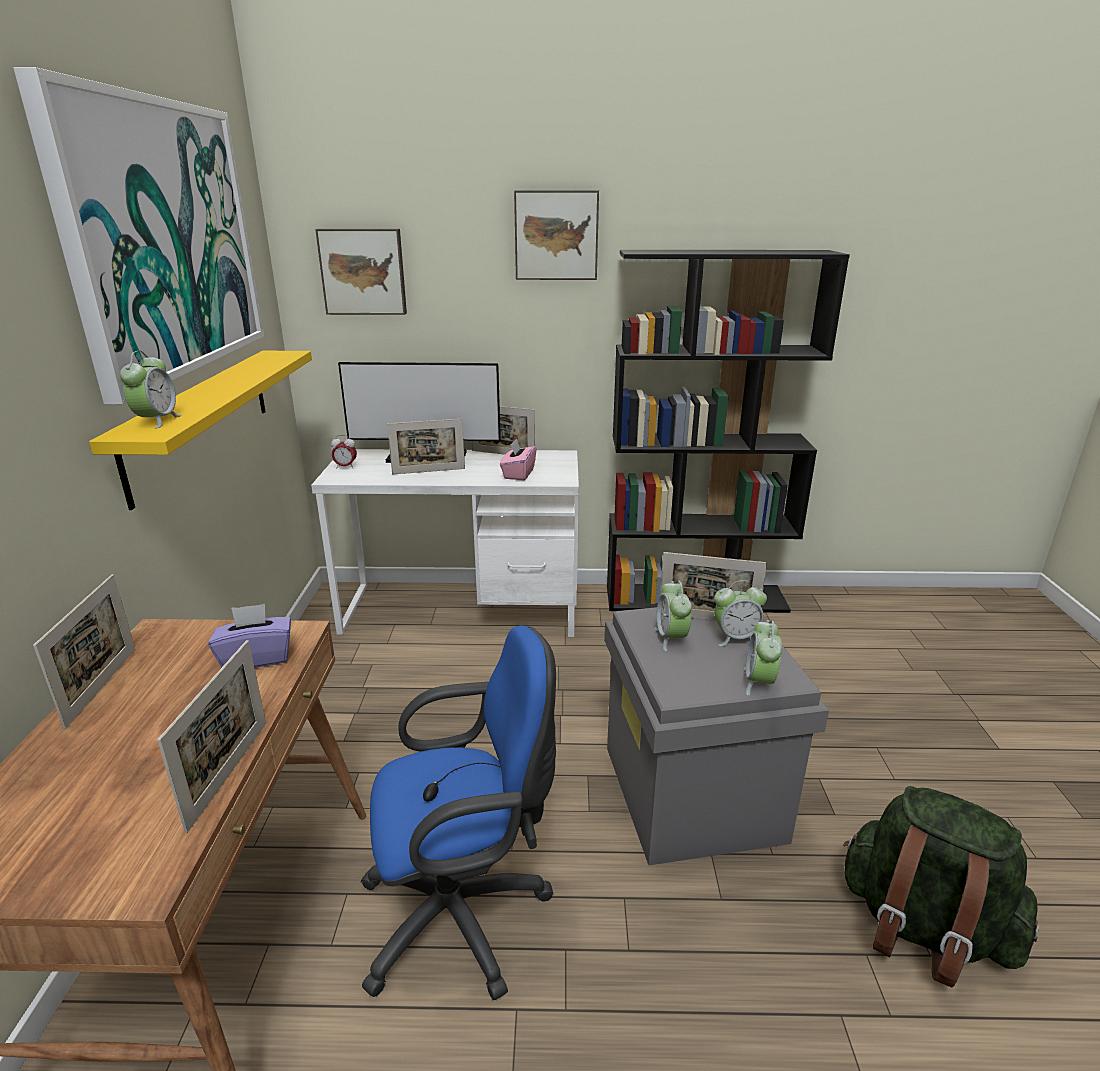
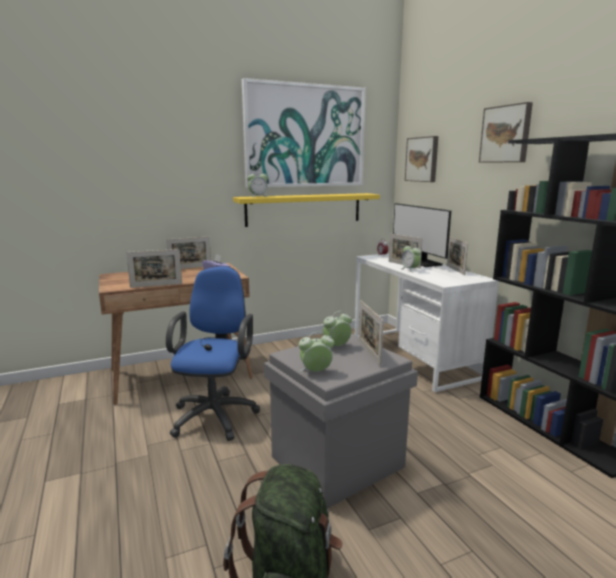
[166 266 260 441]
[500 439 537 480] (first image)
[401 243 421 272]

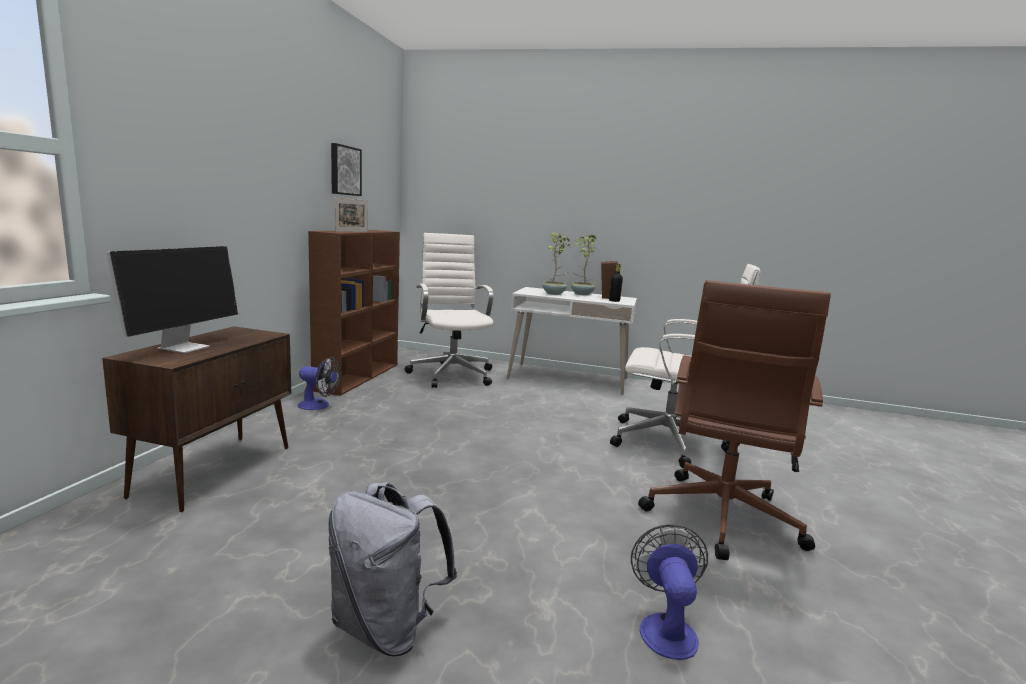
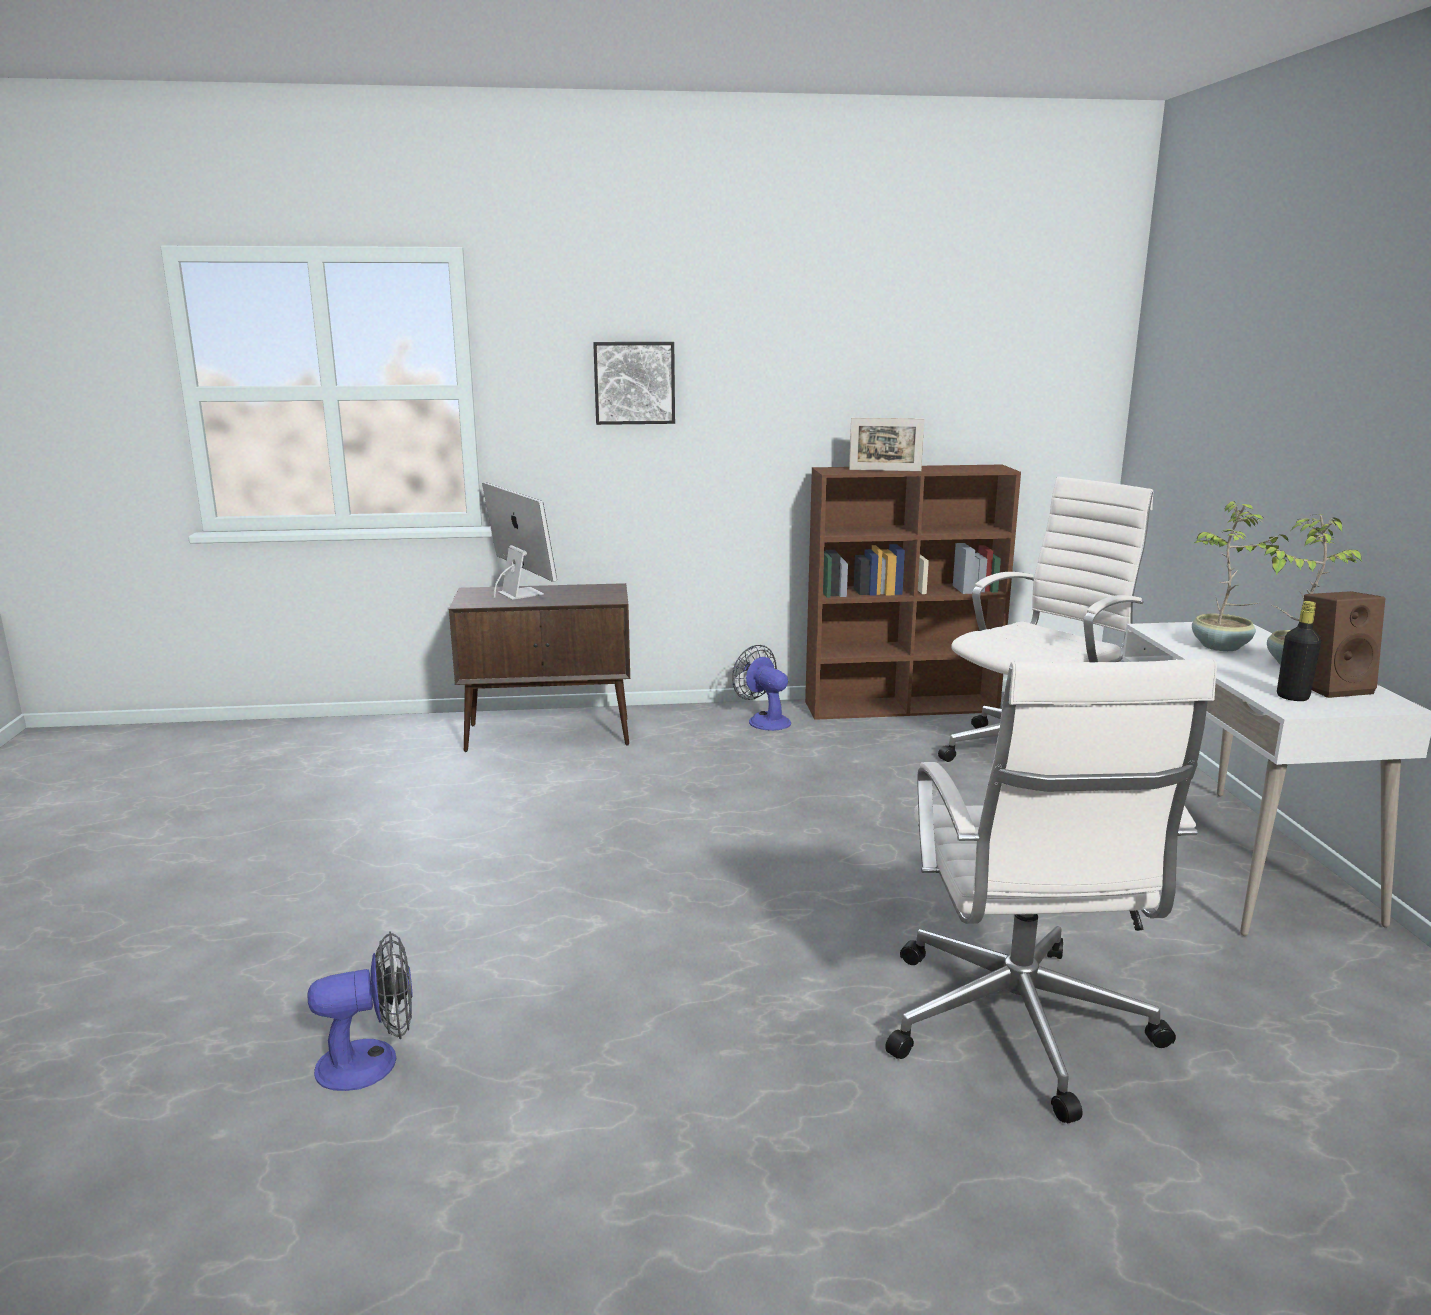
[482 482 557 600]
[732 645 791 731]
[328 482 457 656] (first image)
[593 342 675 425]
[638 280 831 560] (first image)

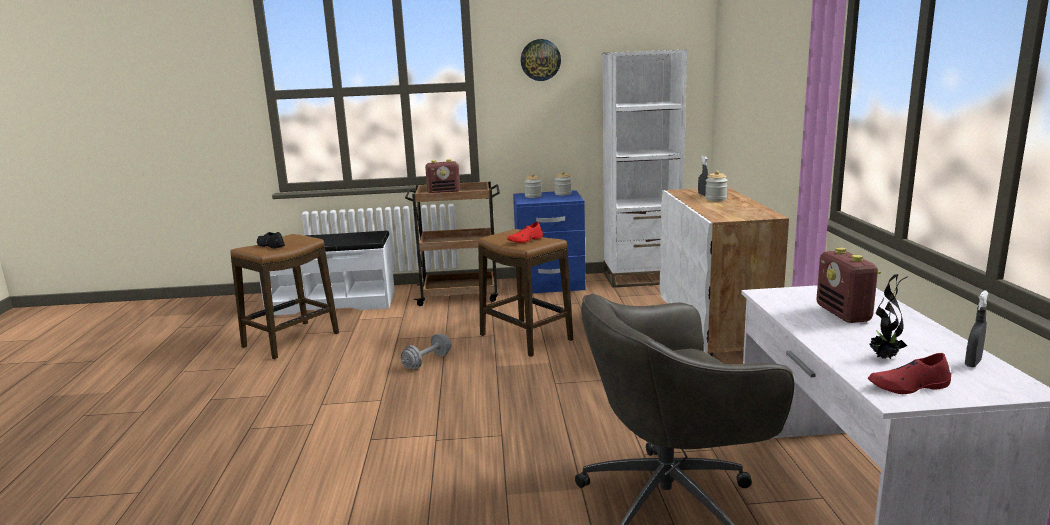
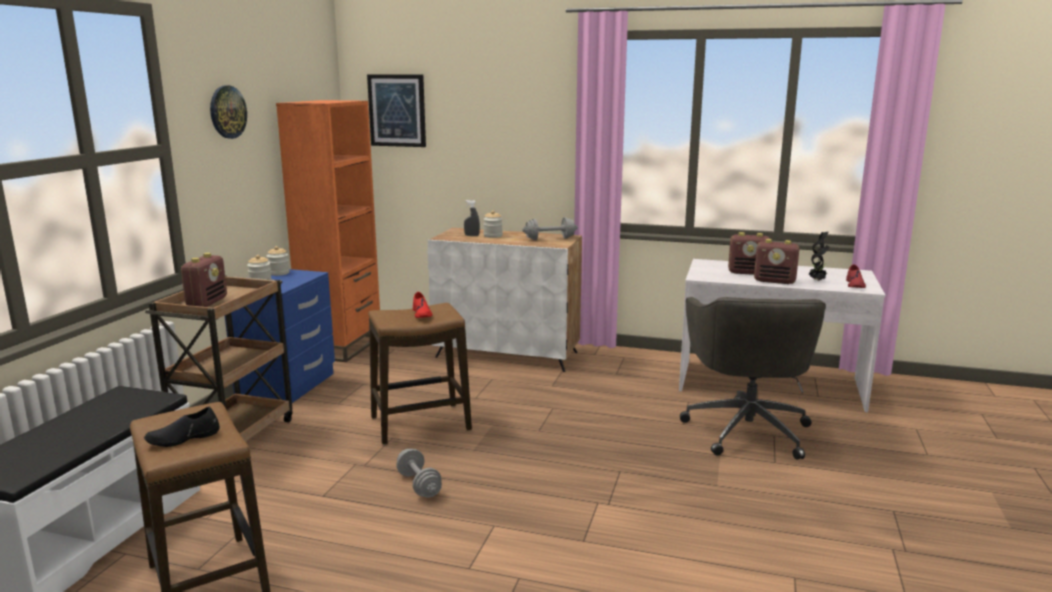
[276 100 380 362]
[965 291 988 367] (first image)
[367 74 426 147]
[522 217 577 240]
[754 239 799 284]

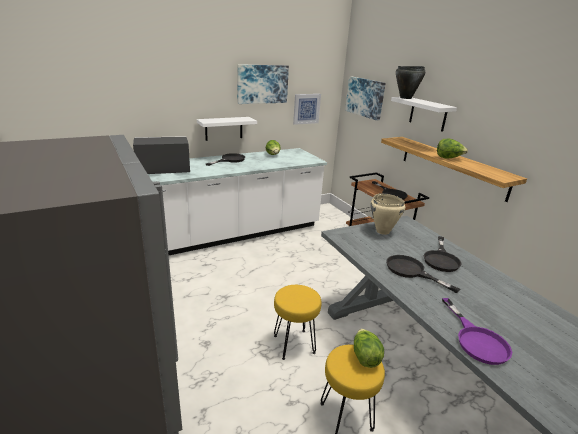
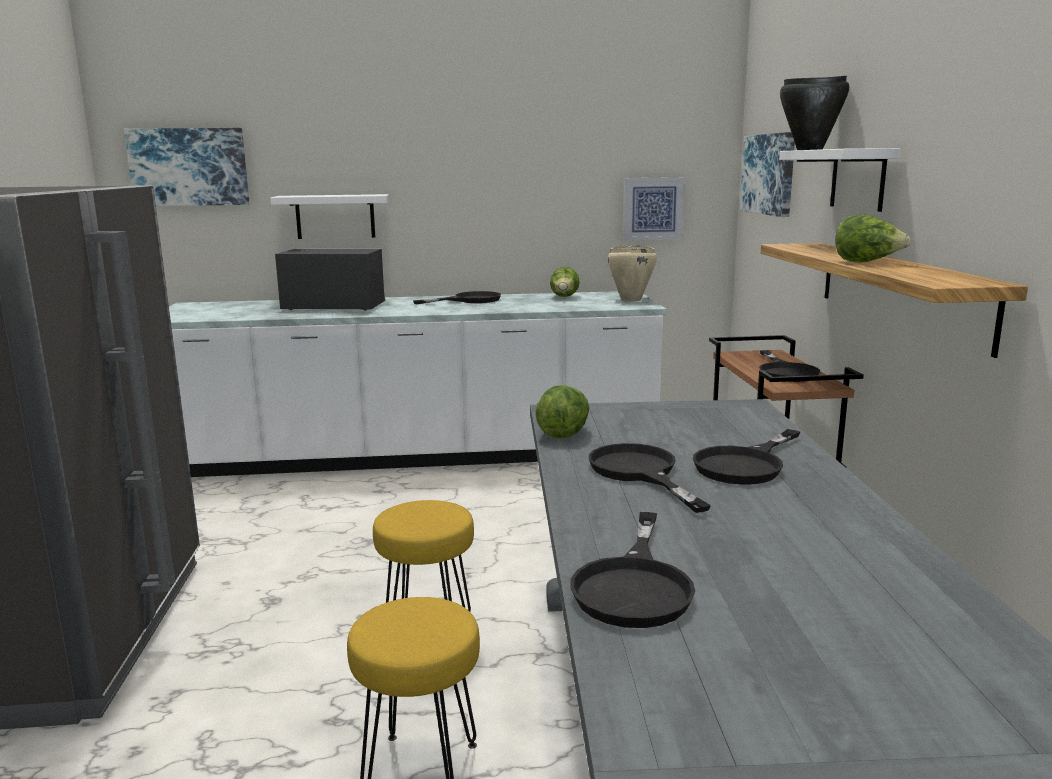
[270 194 389 239]
[124 128 249 206]
[535 385 589 438]
[608 245 657 302]
[570 512 695 628]

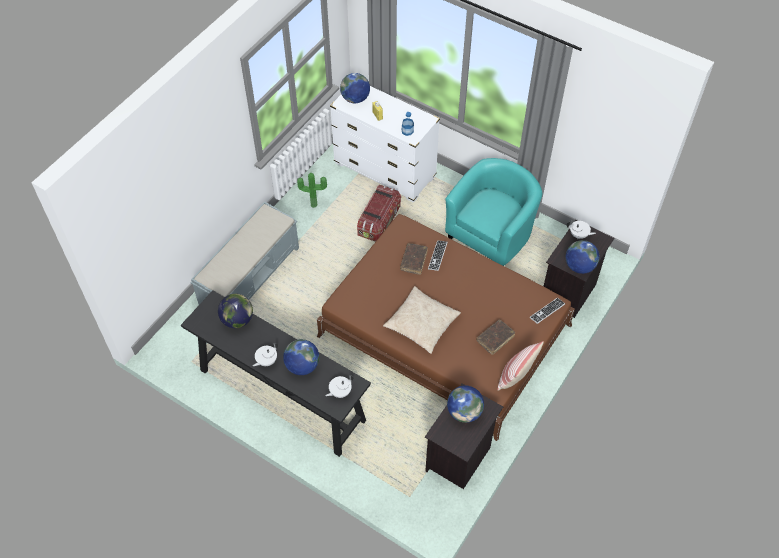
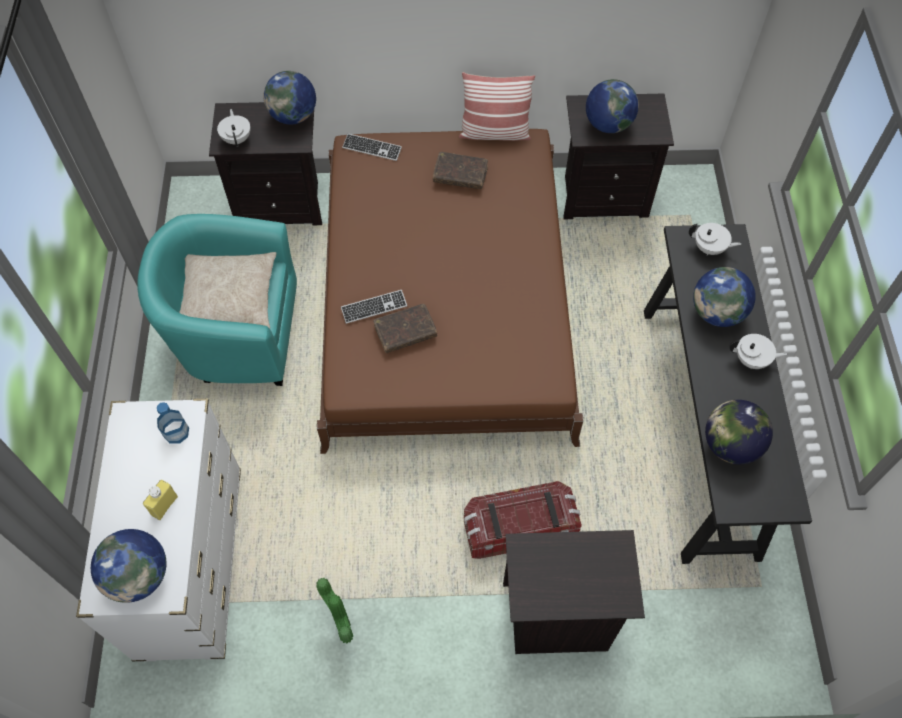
[503 530 645 654]
[464 481 582 559]
[179 252 277 329]

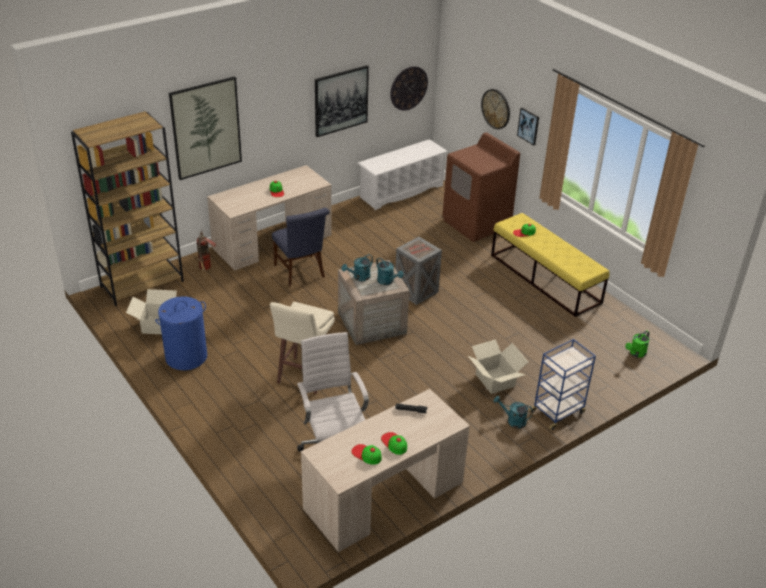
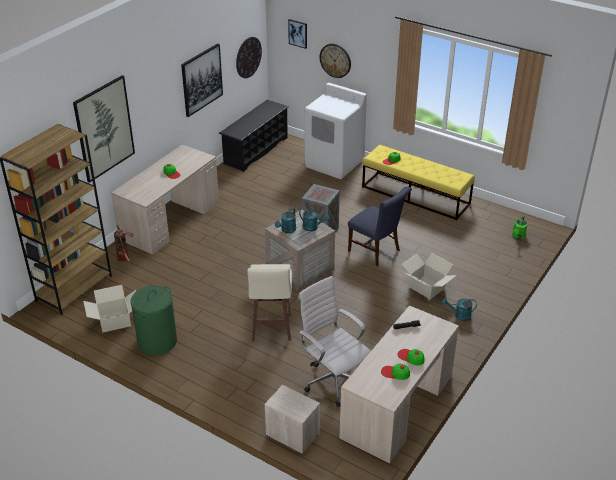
[131 285 177 355]
[348 186 412 266]
[219 100 289 172]
[304 83 367 179]
[288 19 307 49]
[529 339 596 430] (first image)
[264 385 320 454]

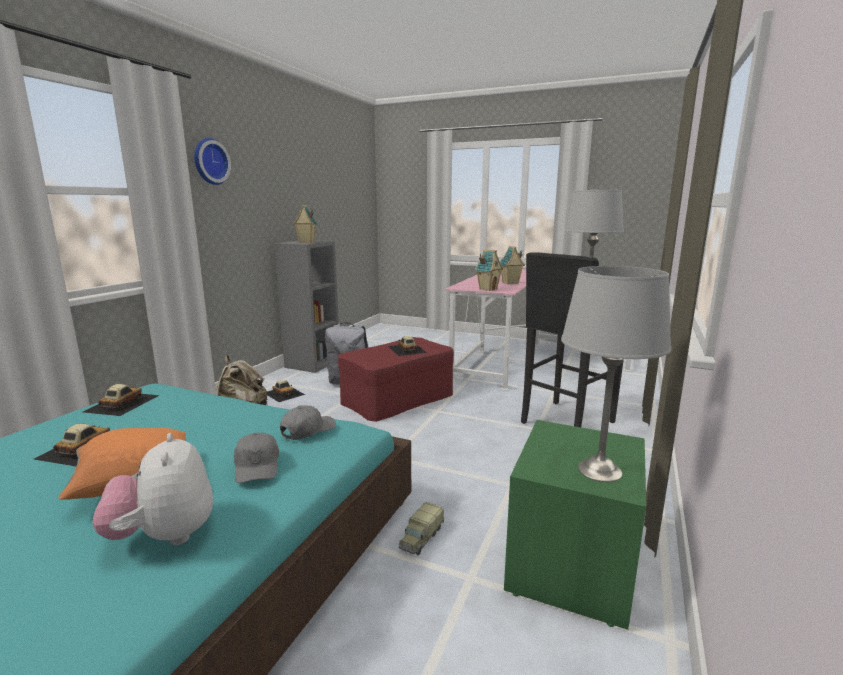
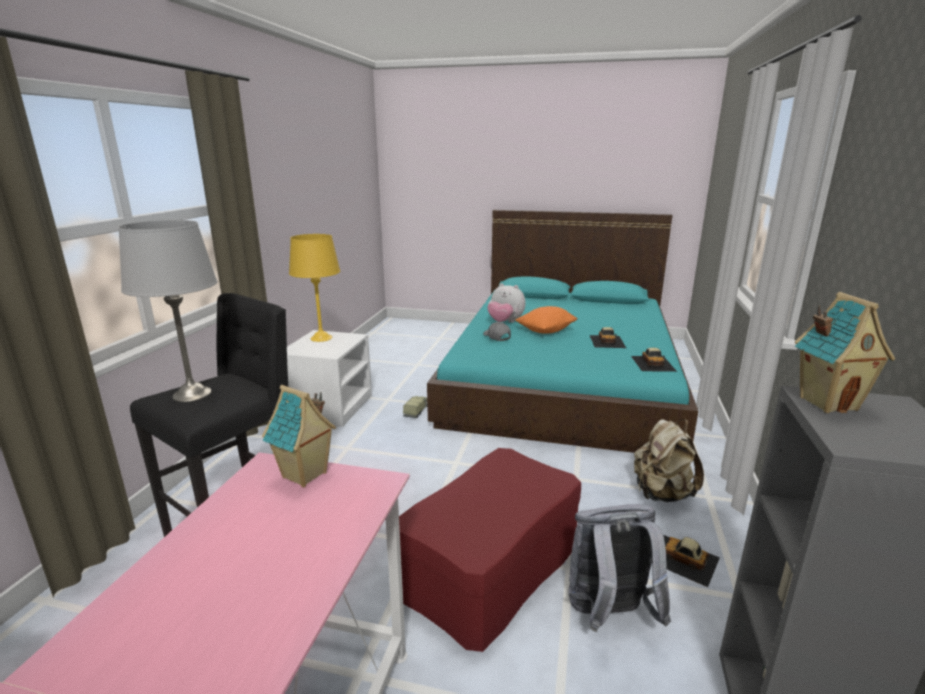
[487 283 526 322]
[194 138 231 185] (first image)
[280 406 336 440] (first image)
[388 336 427 356] (first image)
[500 246 525 285] (first image)
[287 330 372 427]
[289 234 340 342]

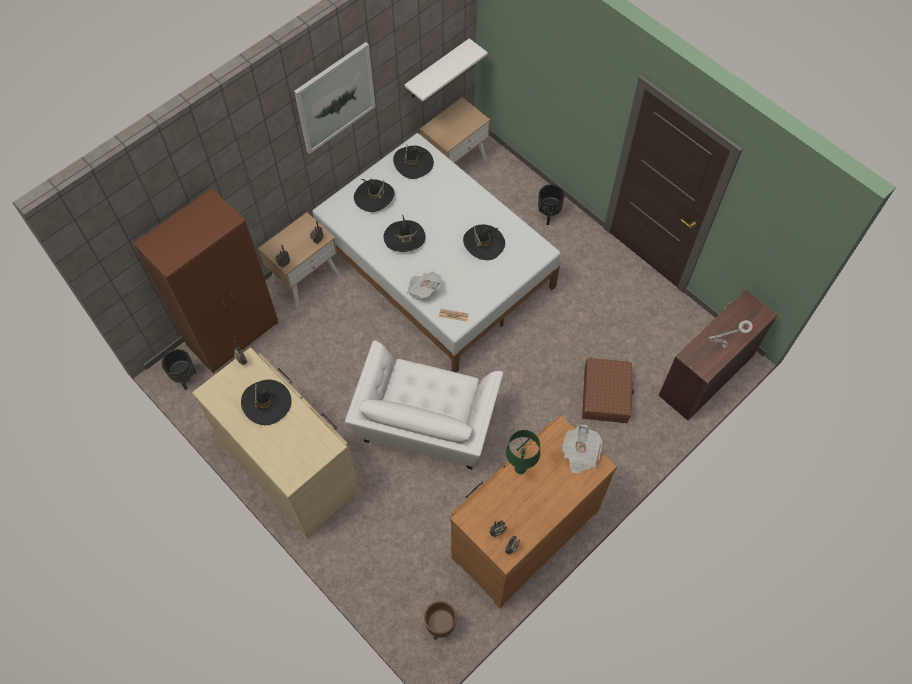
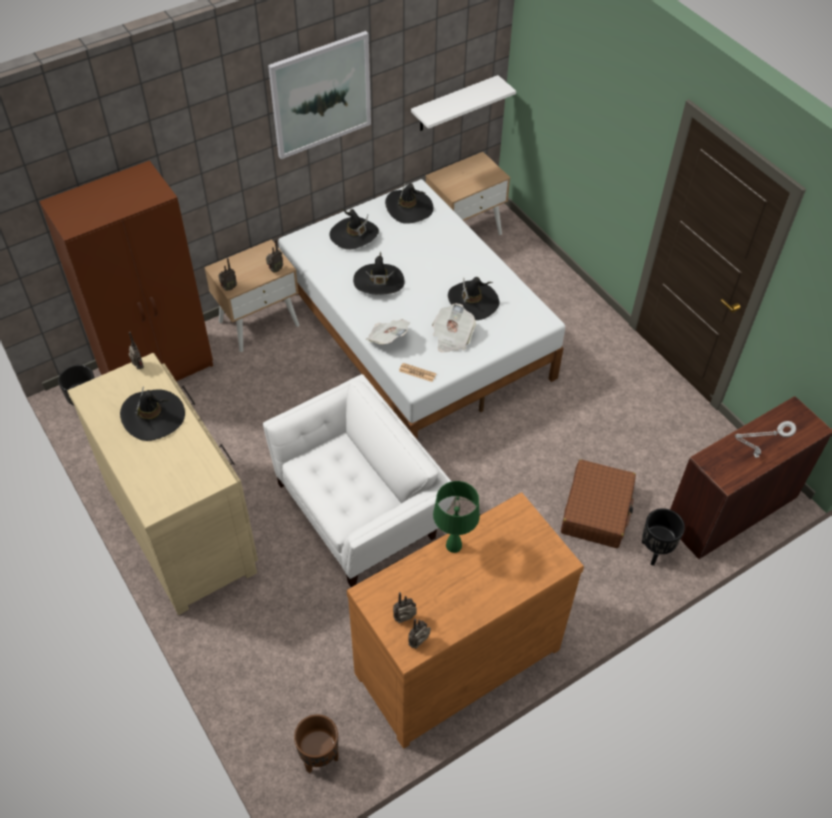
[263 374 455 587]
[642 508 685 566]
[432 303 476 352]

